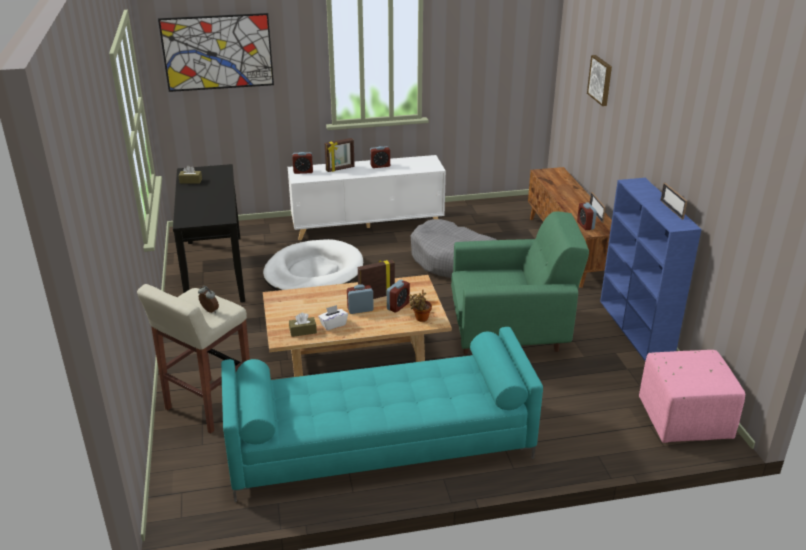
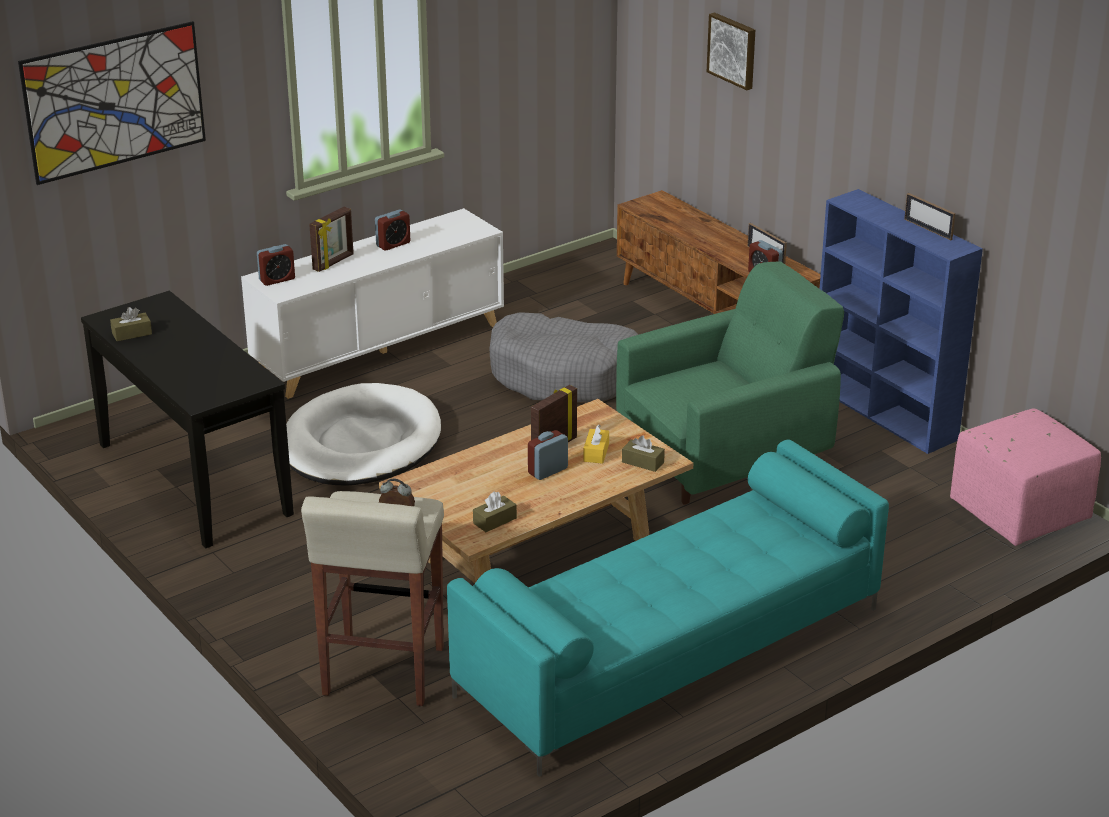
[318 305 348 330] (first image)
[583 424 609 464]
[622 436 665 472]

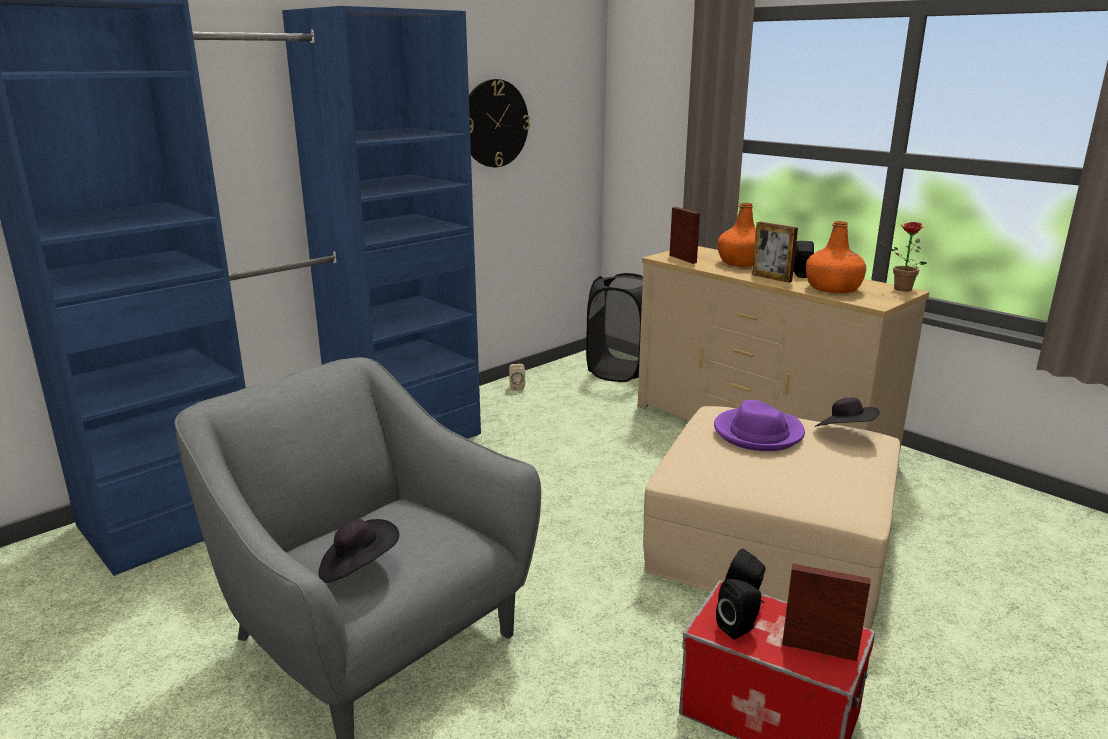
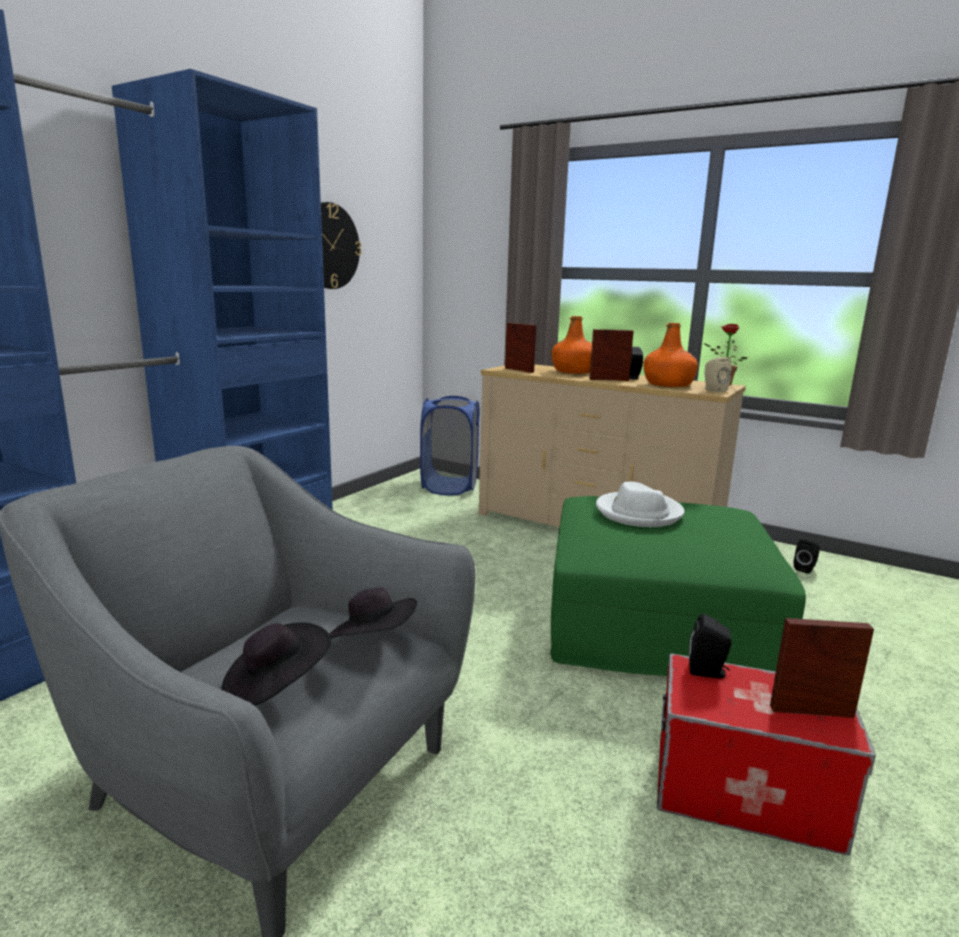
[704 357 731 392]
[420 396 480 495]
[550 496 806 676]
[596 481 684 527]
[794 539 820 574]
[589 329 634 381]
[329 588 417 638]

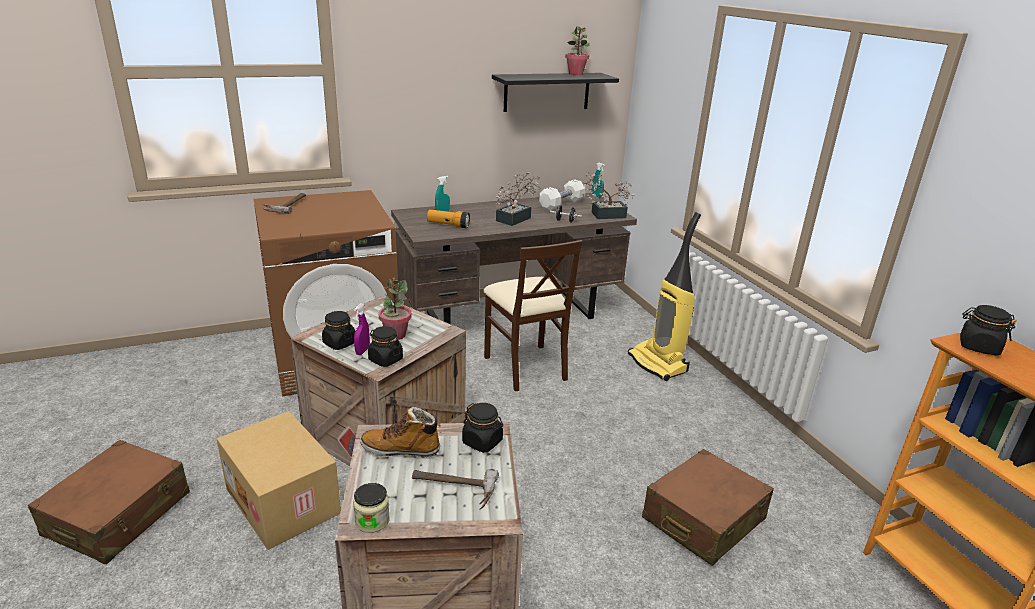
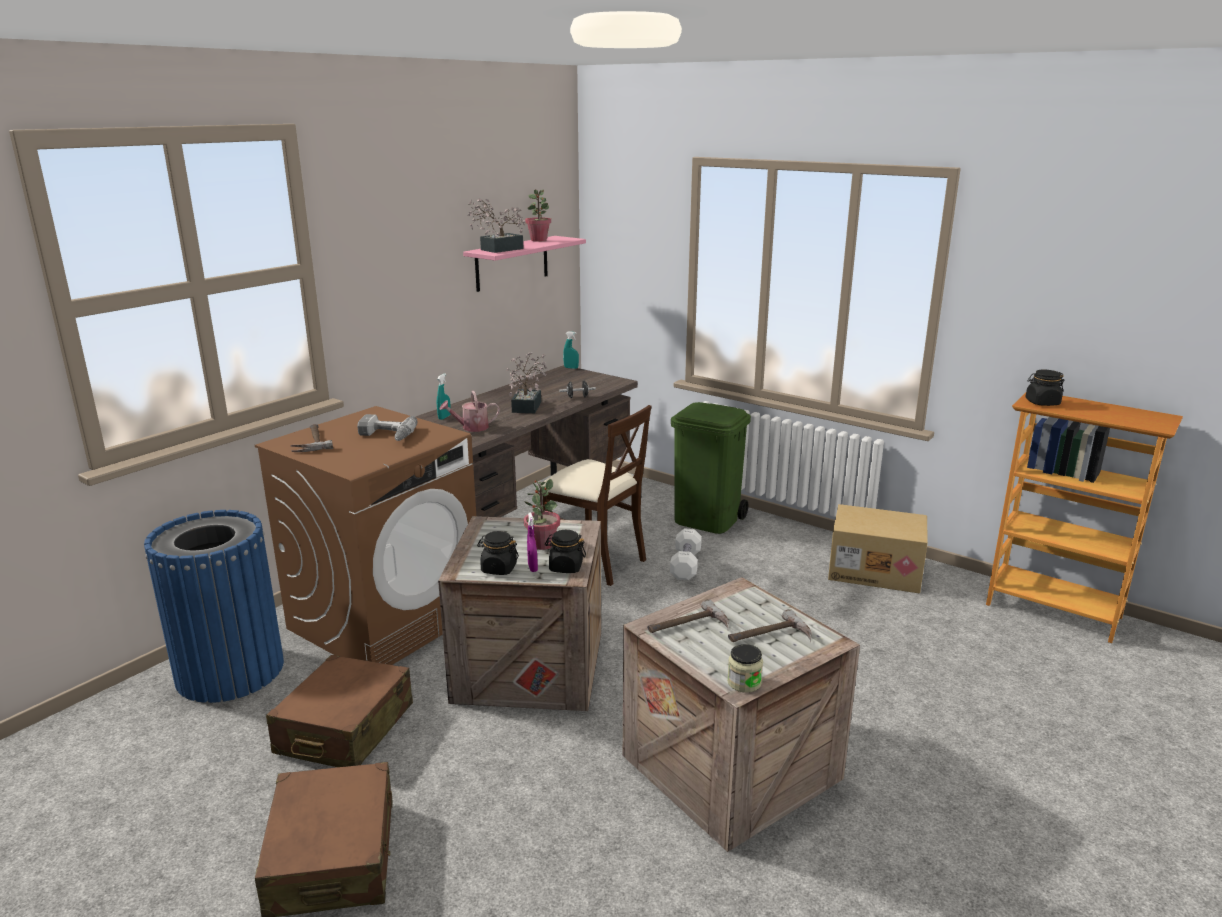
[828 504 928 593]
[647 599 729 633]
[439 391 500 432]
[462 403 503 453] (first image)
[463 236 586 292]
[670 528 702 580]
[468 198 525 253]
[671 402 751 534]
[266 655 413 767]
[144 510 284 703]
[357 414 417 441]

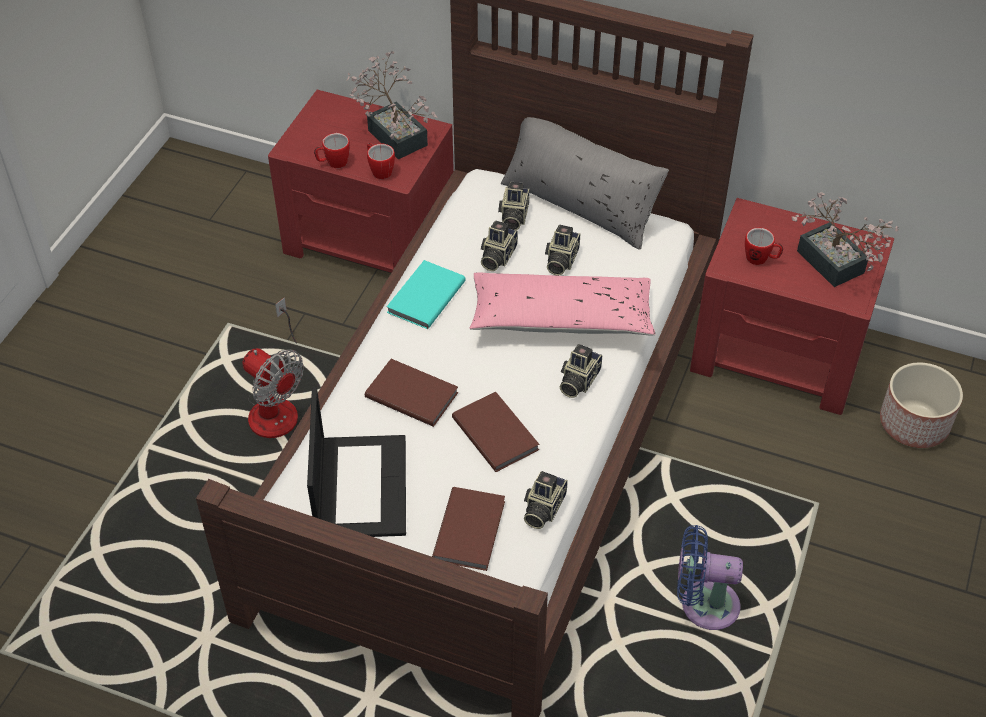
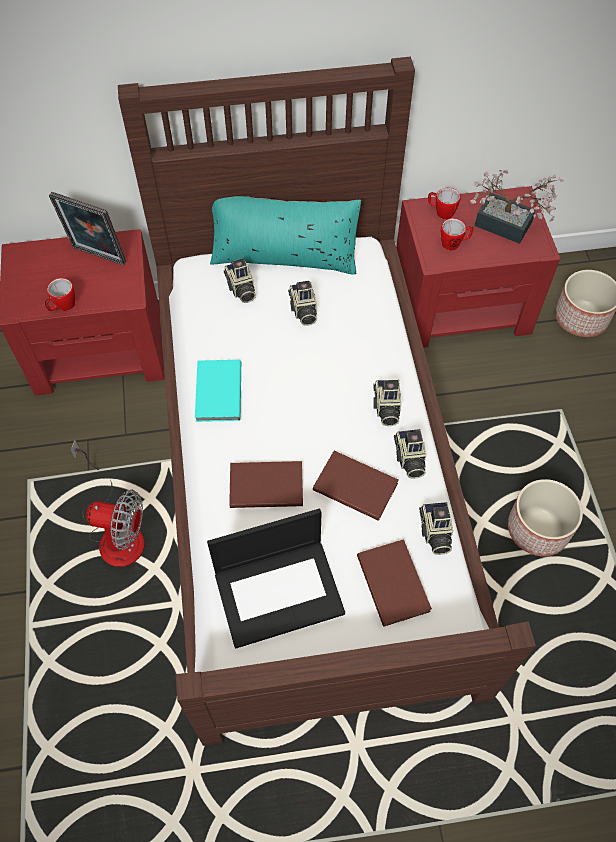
[207 509 345 649]
[49 192 126 265]
[428 188 460 219]
[469 272 656 336] (first image)
[394 429 426 479]
[210 196 361 275]
[508 479 583 556]

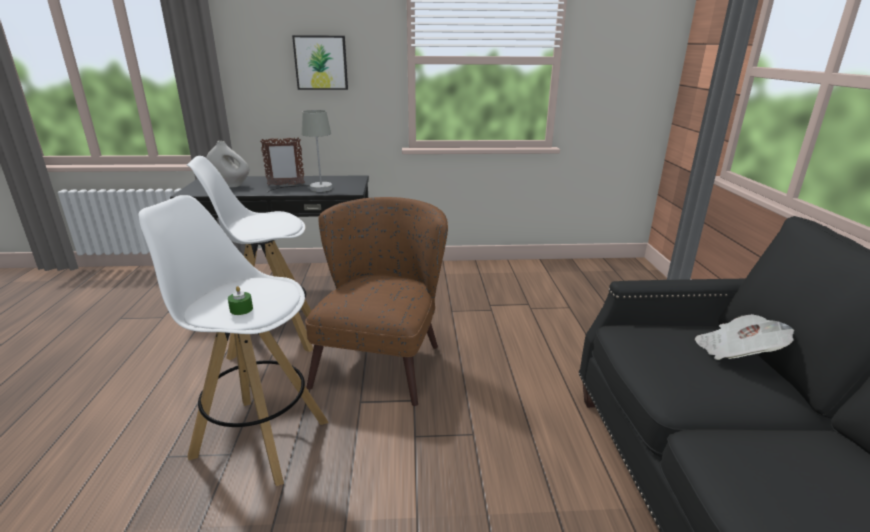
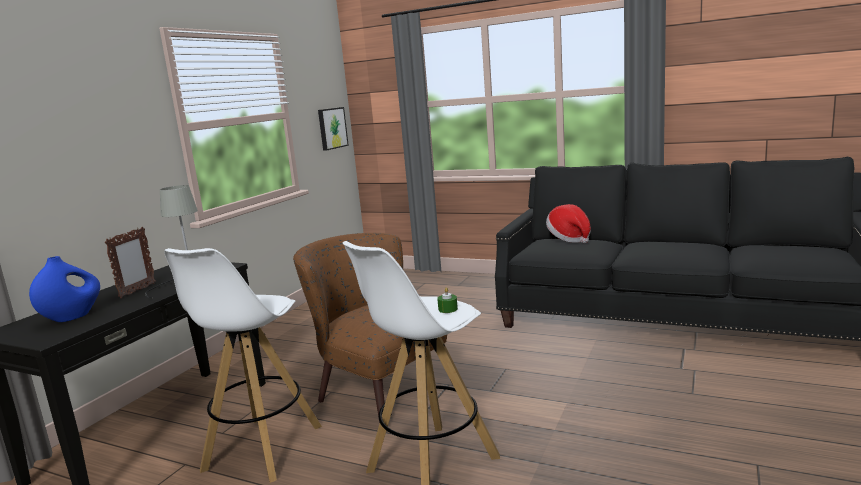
[29 256 100 322]
[318 107 349 151]
[546 204 591 243]

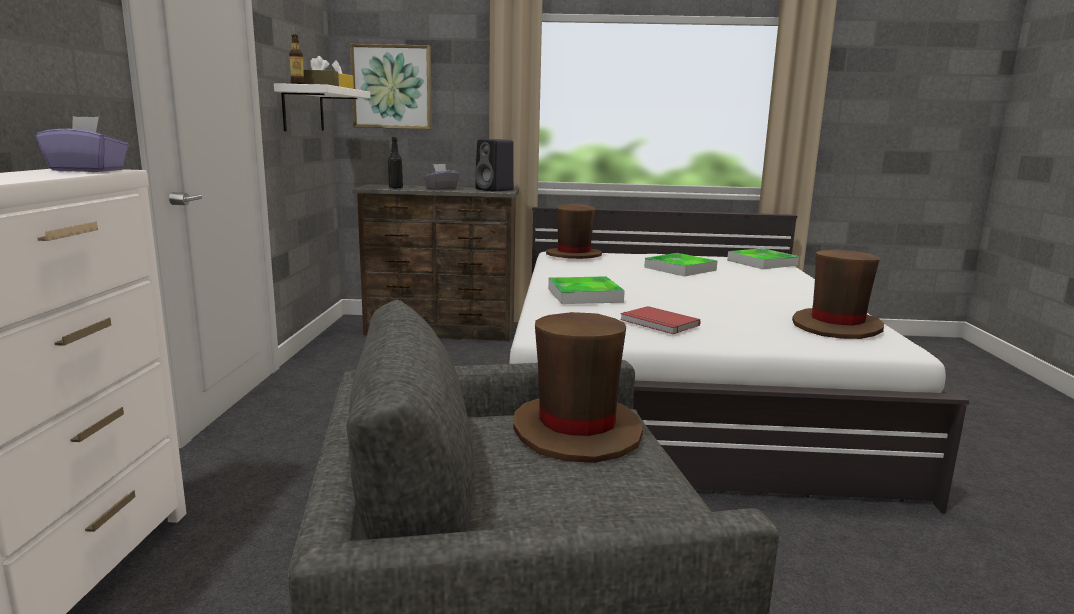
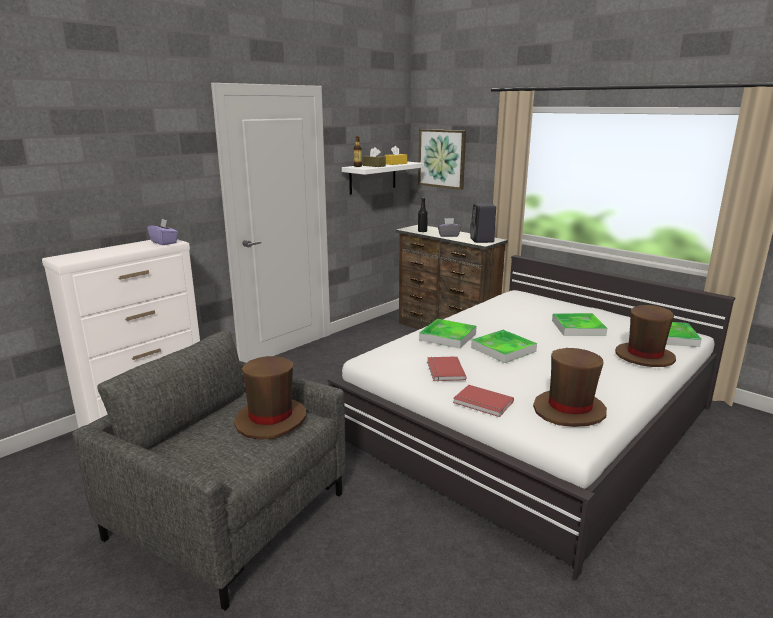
[615 305 676 367]
[453 385 514 417]
[471 330 537 363]

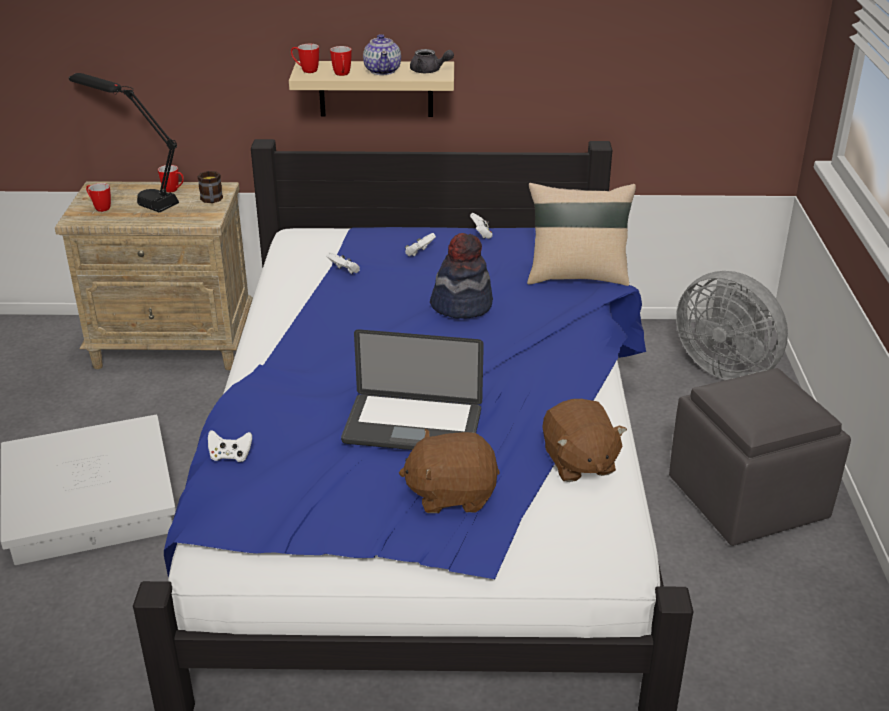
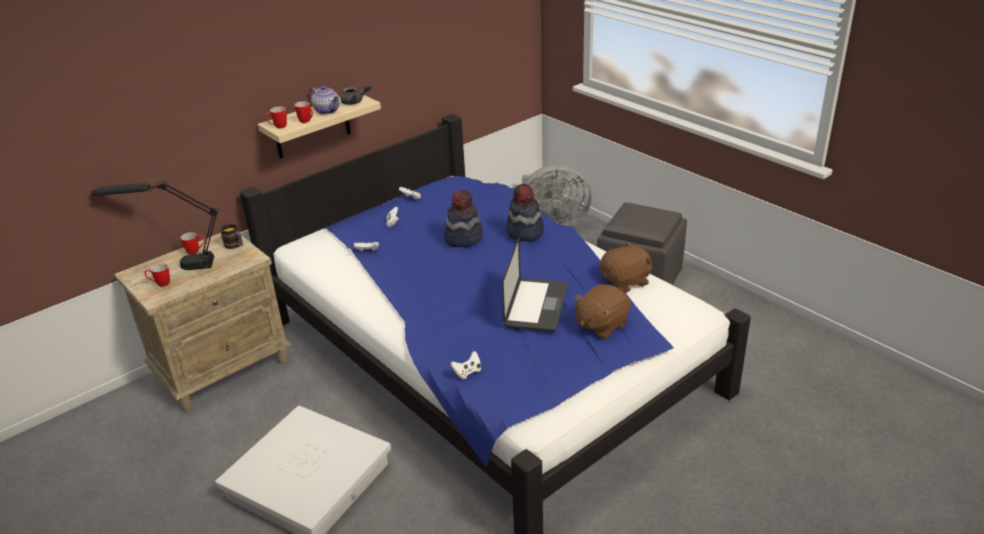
[502 237 568 332]
[527 183 636 286] (first image)
[600 242 652 293]
[506 184 544 241]

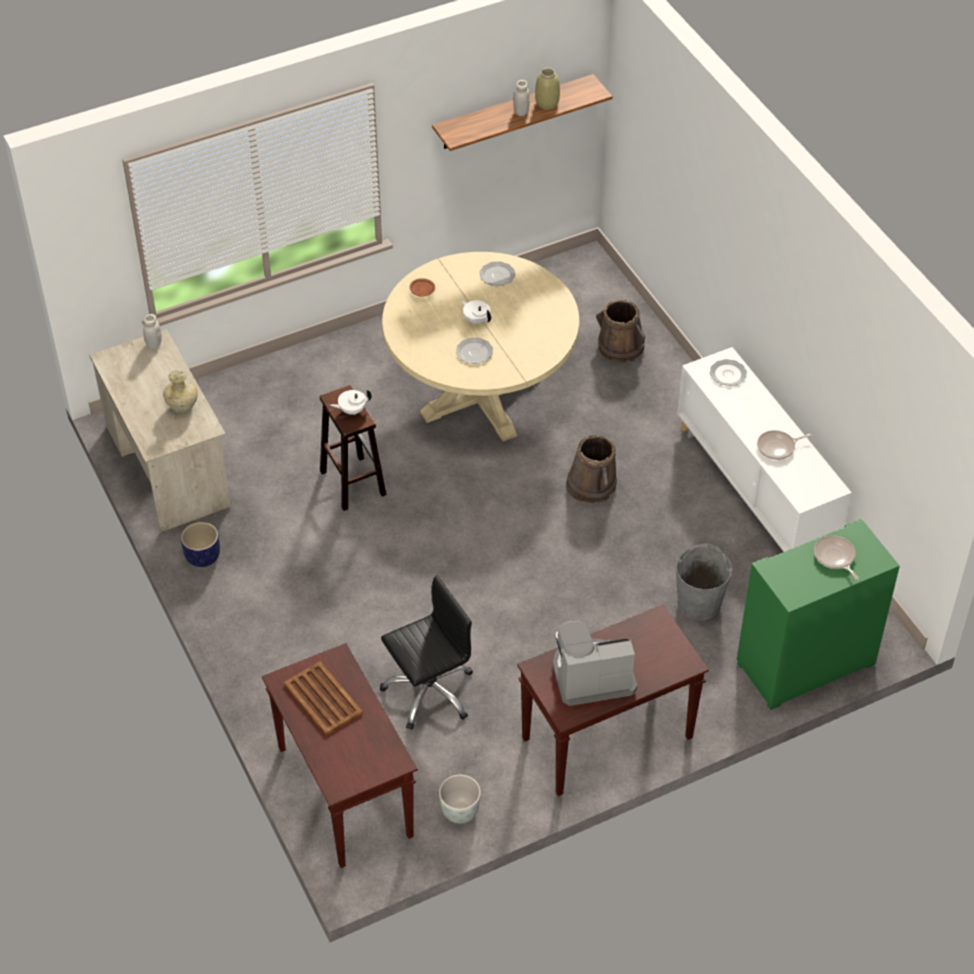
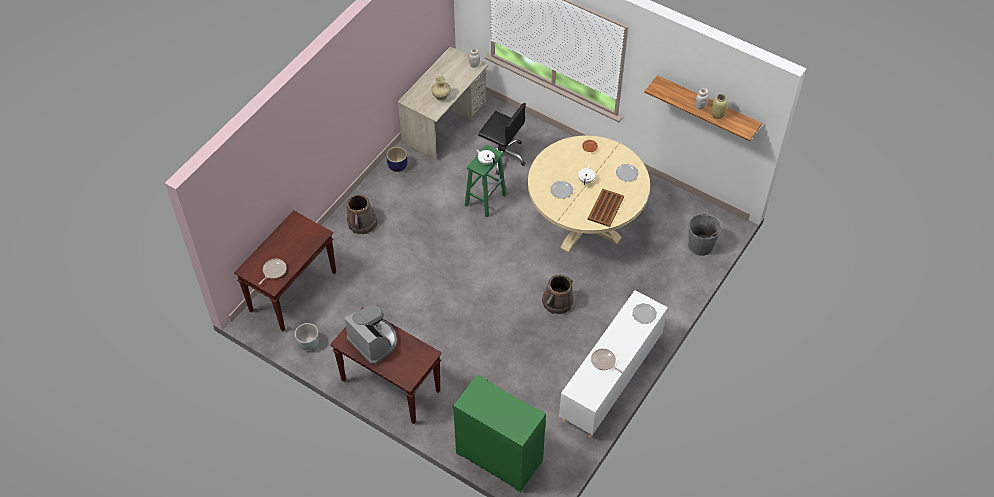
[588 189 624 227]
[465 144 506 217]
[478 103 526 175]
[347 194 378 234]
[688 213 722 256]
[259 259 287 285]

